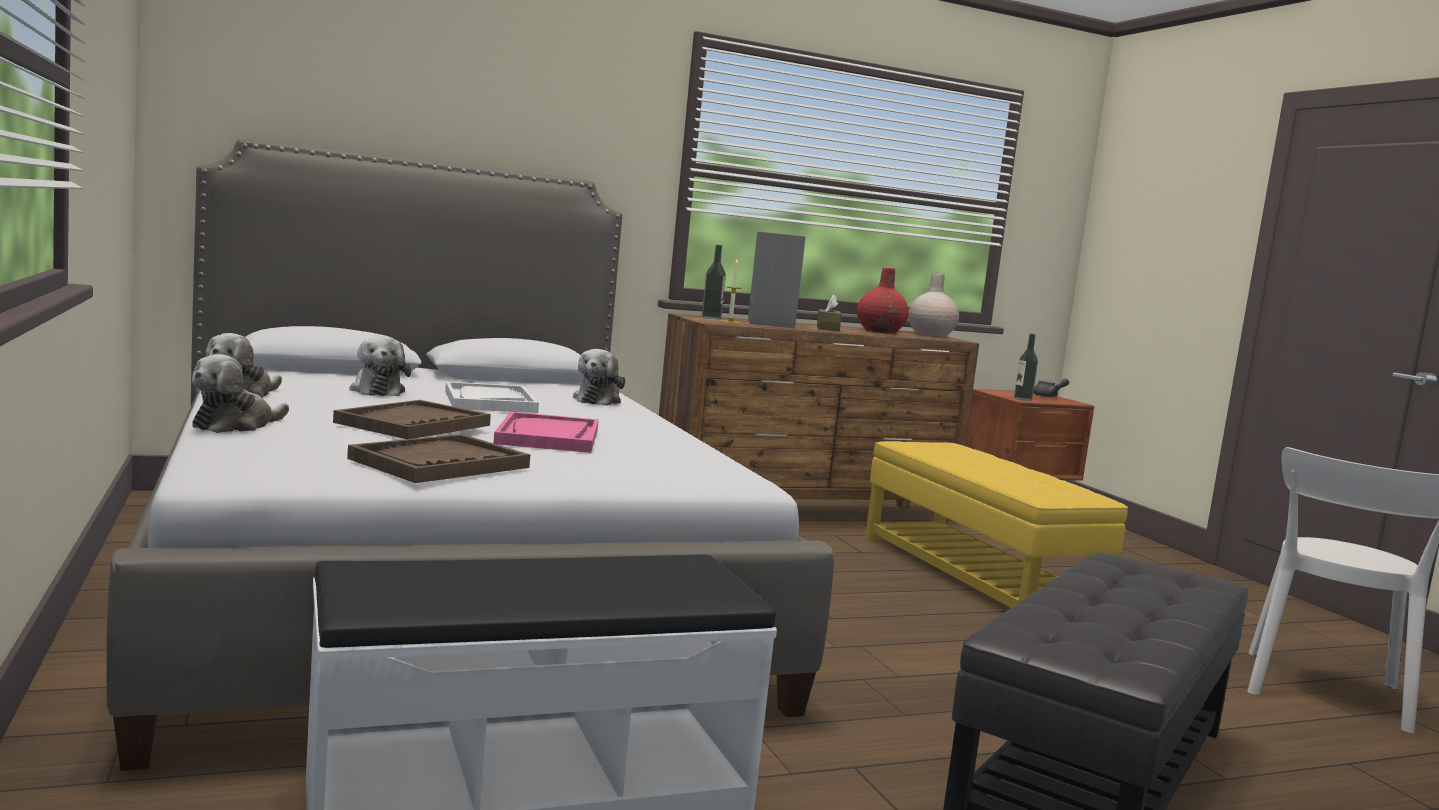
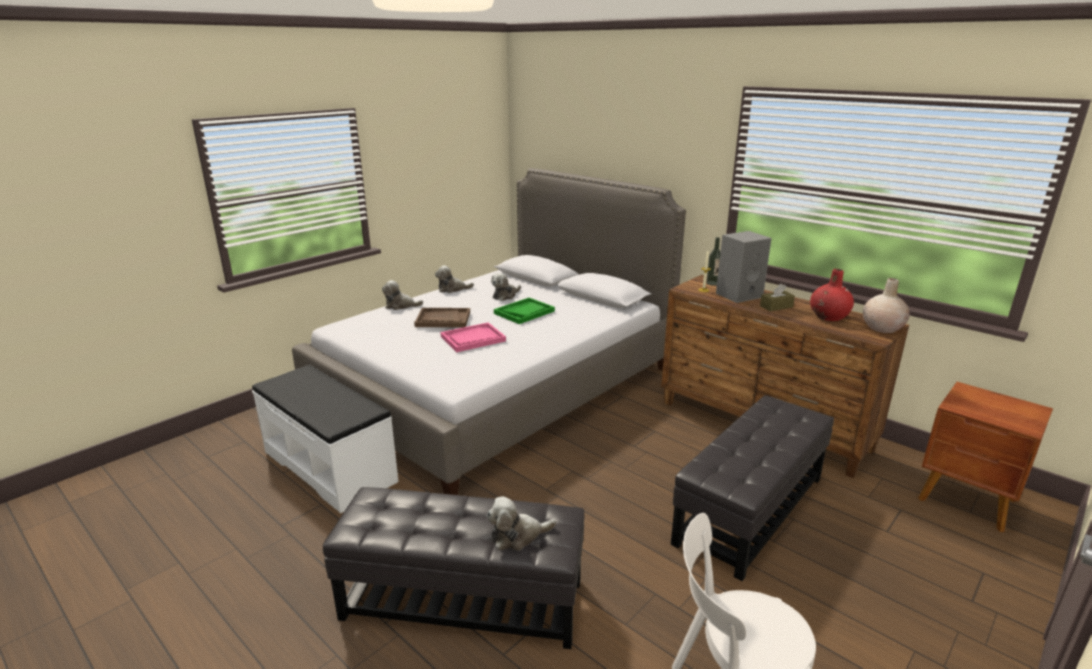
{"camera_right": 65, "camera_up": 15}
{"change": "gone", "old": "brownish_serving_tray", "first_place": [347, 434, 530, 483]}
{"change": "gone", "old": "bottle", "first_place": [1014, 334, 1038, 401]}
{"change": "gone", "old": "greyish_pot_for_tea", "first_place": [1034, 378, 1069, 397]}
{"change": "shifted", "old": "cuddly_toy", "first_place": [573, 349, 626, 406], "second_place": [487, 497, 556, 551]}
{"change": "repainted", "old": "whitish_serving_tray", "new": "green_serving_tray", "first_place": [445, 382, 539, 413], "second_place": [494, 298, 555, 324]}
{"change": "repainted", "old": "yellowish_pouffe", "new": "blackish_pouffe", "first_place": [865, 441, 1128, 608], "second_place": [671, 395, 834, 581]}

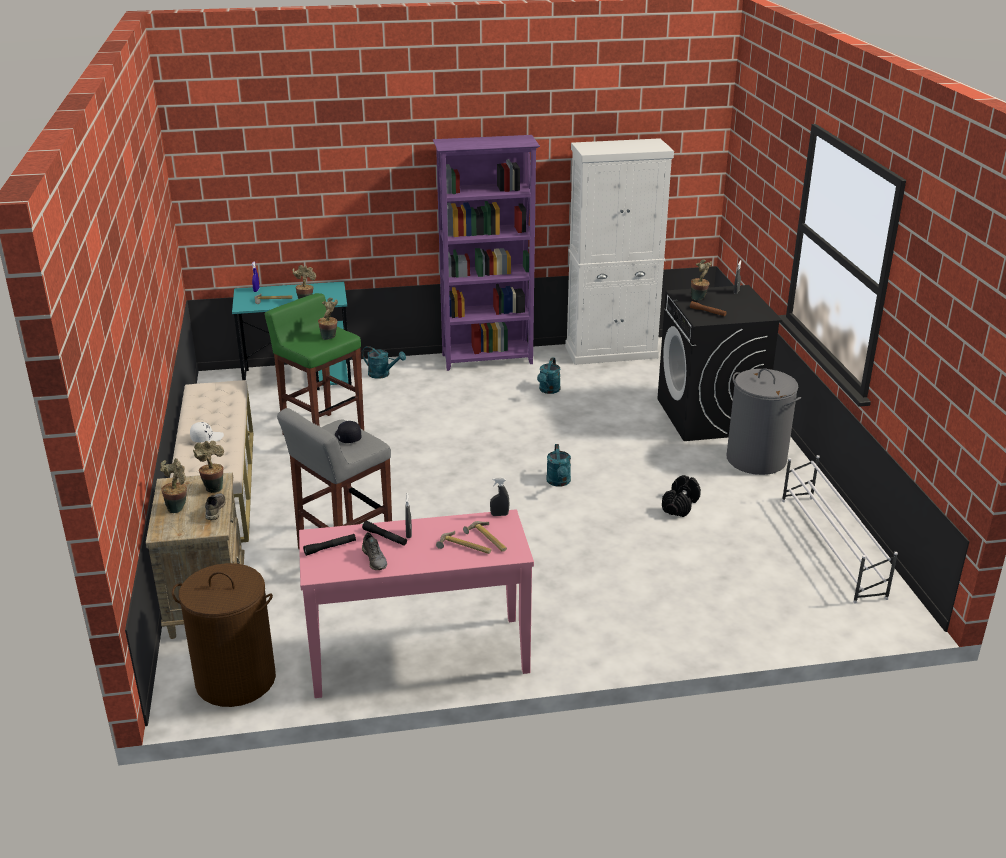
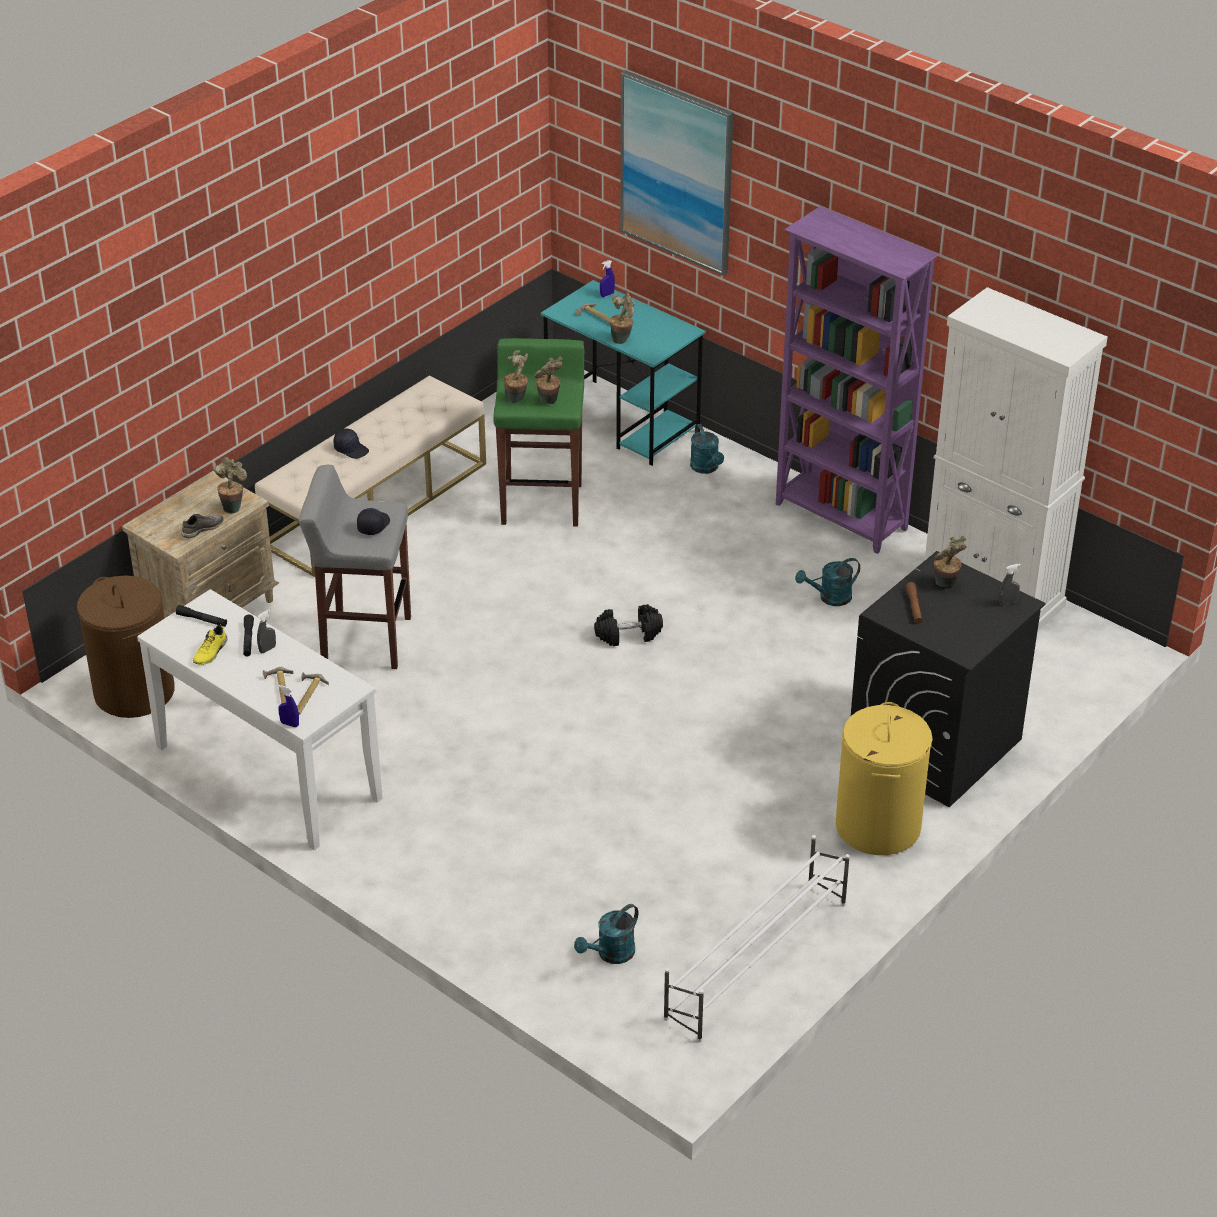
{"camera_right": 50, "camera_up": 10}
{"change": "gone", "old": "greyish_sprayer", "first_place": [490, 478, 509, 516]}
{"change": "new", "new": "blue_sprayer", "second_place": [278, 685, 299, 727]}
{"change": "new", "new": "picture", "second_place": [620, 70, 734, 276]}
{"change": "shifted", "old": "potted_plant", "first_place": [160, 458, 187, 513], "second_place": [503, 350, 528, 403]}
{"change": "shifted", "old": "blue-green_watering_pot", "first_place": [546, 444, 571, 487], "second_place": [574, 904, 639, 964]}
{"change": "shifted", "old": "blackish_free_weight", "first_place": [662, 475, 701, 517], "second_place": [594, 604, 663, 646]}
{"change": "repainted", "old": "whitish_baseball_cap", "new": "blackish_baseball_cap", "first_place": [190, 422, 224, 442], "second_place": [333, 429, 369, 459]}
{"change": "repainted", "old": "pink_console_table", "new": "whitish_console_table", "first_place": [299, 509, 534, 698], "second_place": [137, 589, 383, 850]}
{"change": "repainted", "old": "greyish_item_of_footwear", "new": "yellowish_item_of_footwear", "first_place": [362, 532, 387, 570], "second_place": [193, 625, 228, 665]}
{"change": "repainted", "old": "greyish_laundry_basket", "new": "yellowish_laundry_basket", "first_place": [727, 368, 801, 475], "second_place": [836, 702, 933, 855]}

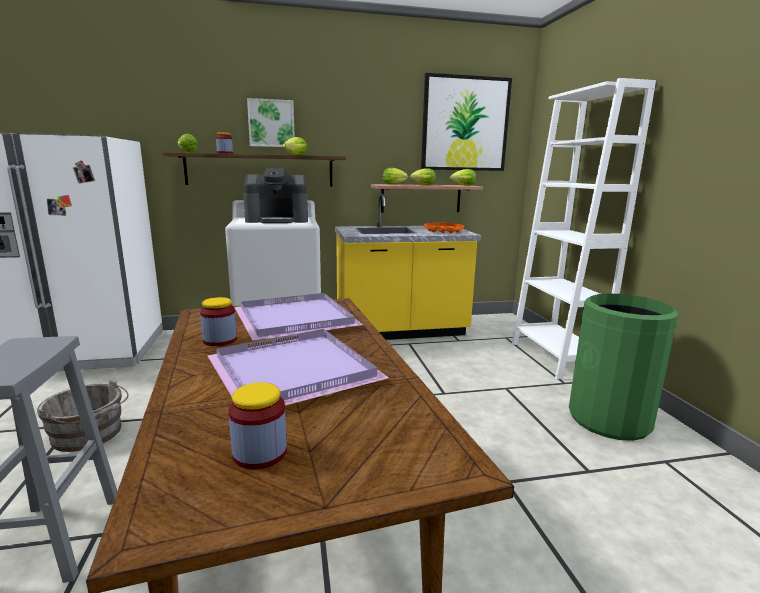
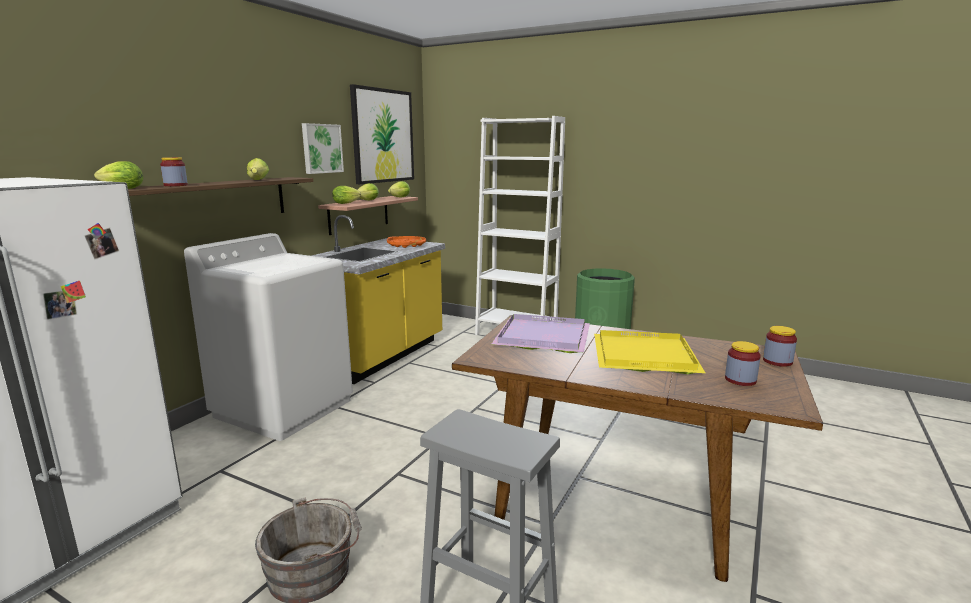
{"camera_right": -50, "camera_up": 0}
{"change": "gone", "old": "coffee_brewer", "first_place": [243, 168, 308, 223]}
{"change": "shifted", "old": "storage_jar", "first_place": [200, 297, 237, 346], "second_place": [763, 326, 797, 367]}
{"change": "shifted", "old": "picture", "first_place": [247, 98, 295, 147], "second_place": [302, 123, 344, 174]}
{"change": "repainted", "old": "purple_serving_tray", "new": "yellowish_serving_tray", "first_place": [208, 329, 389, 405], "second_place": [594, 330, 705, 374]}

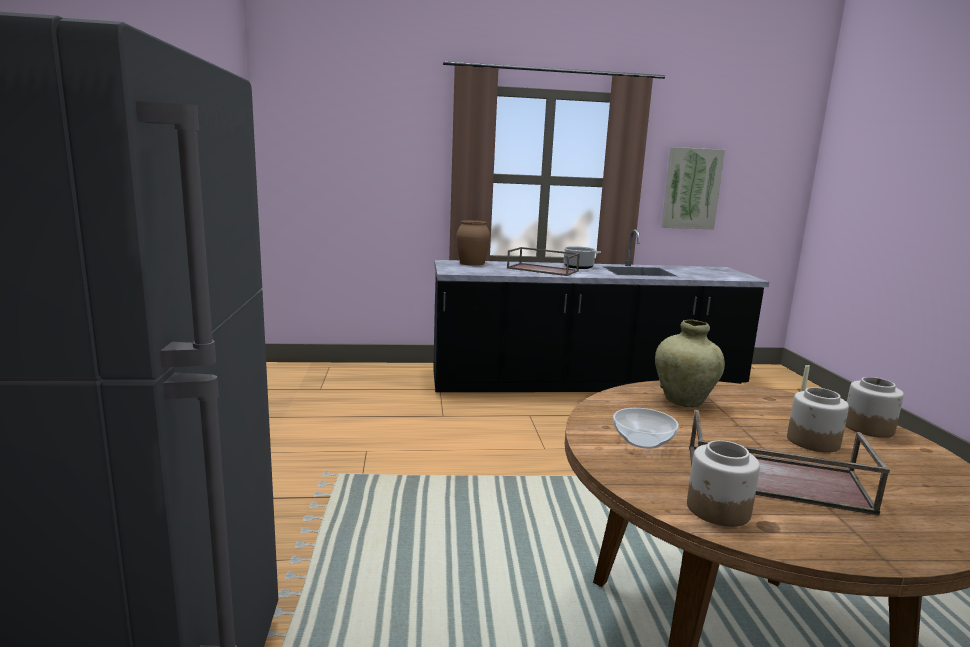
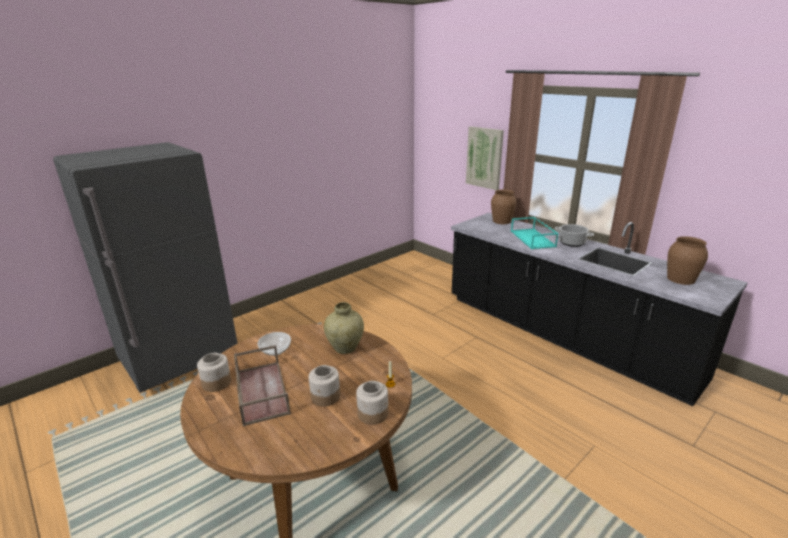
{"camera_right": 55, "camera_up": 10}
{"change": "new", "new": "brownish_flower_vase", "second_place": [667, 236, 708, 285]}
{"change": "shifted", "old": "picture", "first_place": [661, 147, 725, 229], "second_place": [466, 126, 504, 190]}
{"change": "repainted", "old": "brownish_serving_tray", "new": "blue-green_serving_tray", "first_place": [507, 247, 580, 276], "second_place": [511, 217, 559, 249]}

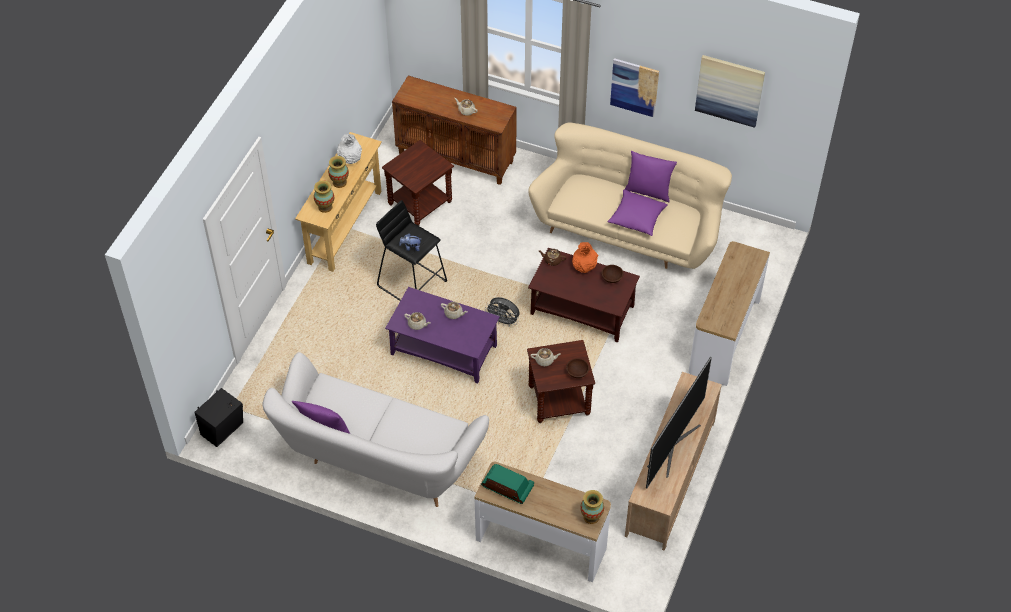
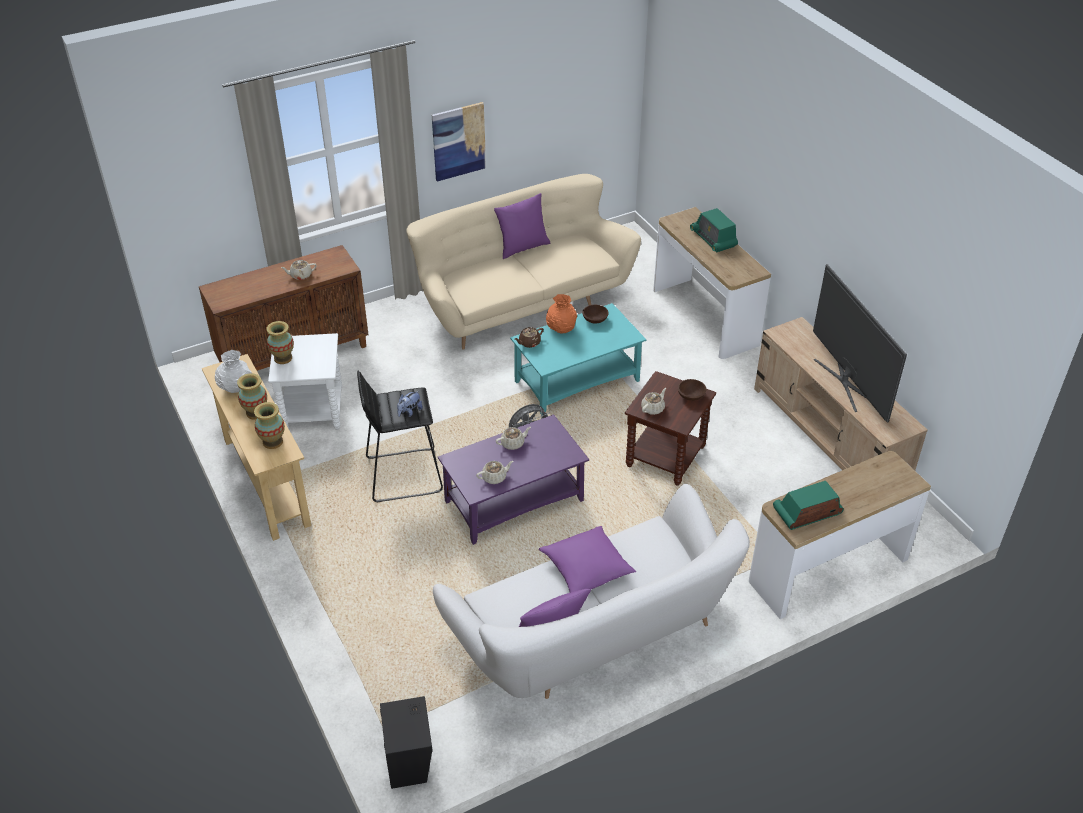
{"camera_right": -50, "camera_up": -10}
{"change": "gone", "old": "picture", "first_place": [695, 55, 765, 128]}
{"change": "new", "new": "radio_receiver", "second_place": [690, 208, 738, 252]}
{"change": "shifted", "old": "flower_vase", "first_place": [580, 490, 604, 524], "second_place": [266, 321, 294, 364]}
{"change": "shifted", "old": "purple_cushion", "first_place": [607, 190, 668, 236], "second_place": [539, 526, 636, 593]}
{"change": "repainted", "old": "brownish_end_table", "new": "whitish_end_table", "first_place": [382, 140, 454, 226], "second_place": [268, 333, 343, 430]}
{"change": "repainted", "old": "brownish_lounge_table", "new": "blue-green_lounge_table", "first_place": [528, 248, 640, 343], "second_place": [510, 303, 646, 414]}

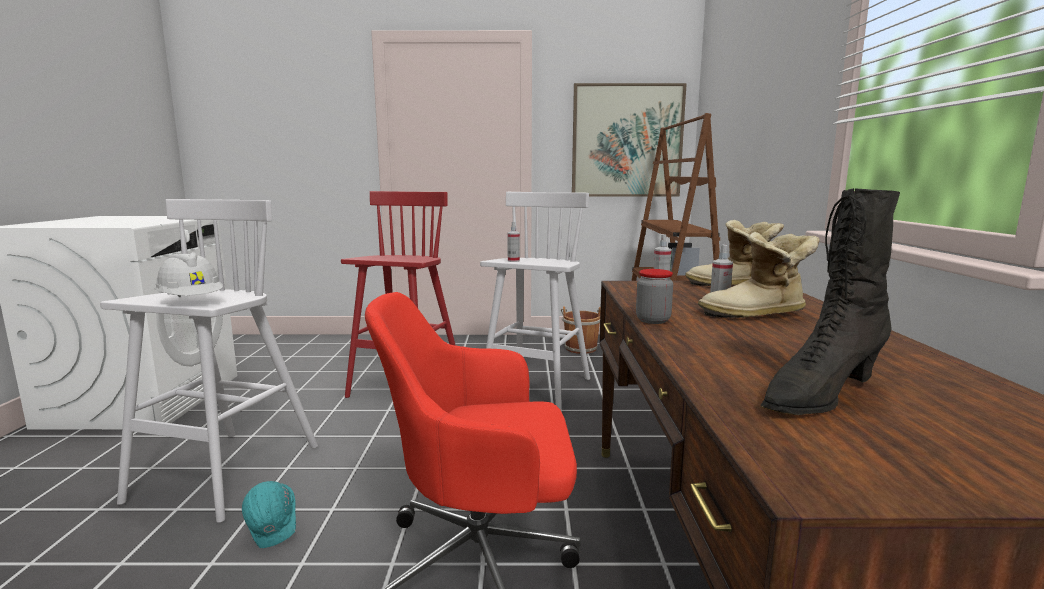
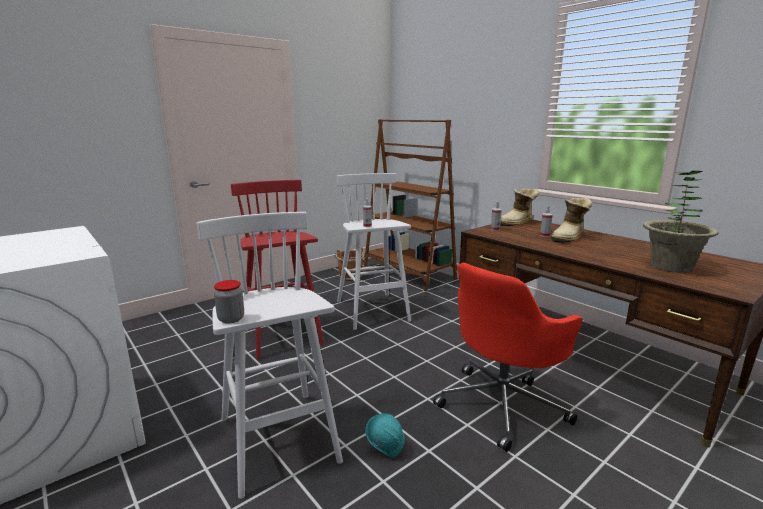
{"camera_right": -40, "camera_up": 5}
{"change": "gone", "old": "whitish_safety_helmet", "first_place": [155, 252, 223, 297]}
{"change": "gone", "old": "picture", "first_place": [572, 83, 687, 197]}
{"change": "shifted", "old": "storage_jar", "first_place": [636, 269, 673, 324], "second_place": [214, 280, 244, 324]}
{"change": "swapped", "old": "blackish_boot", "new": "potted_plant", "first_place": [760, 188, 900, 415], "second_place": [643, 171, 719, 273]}

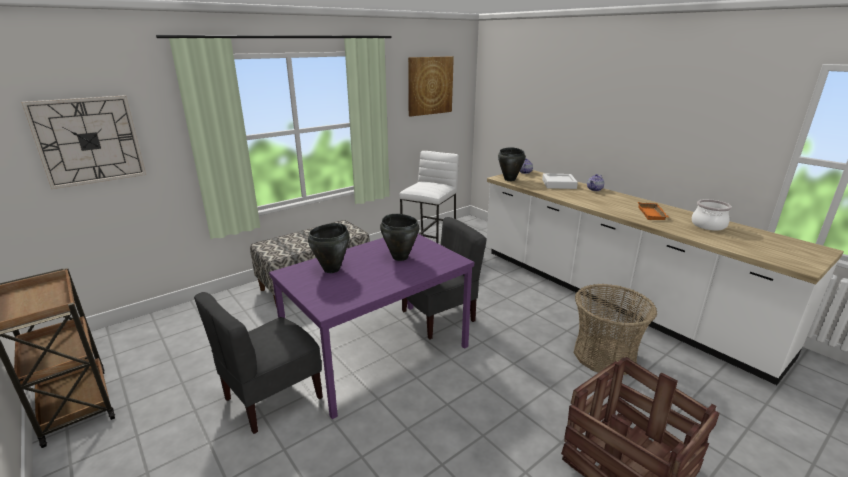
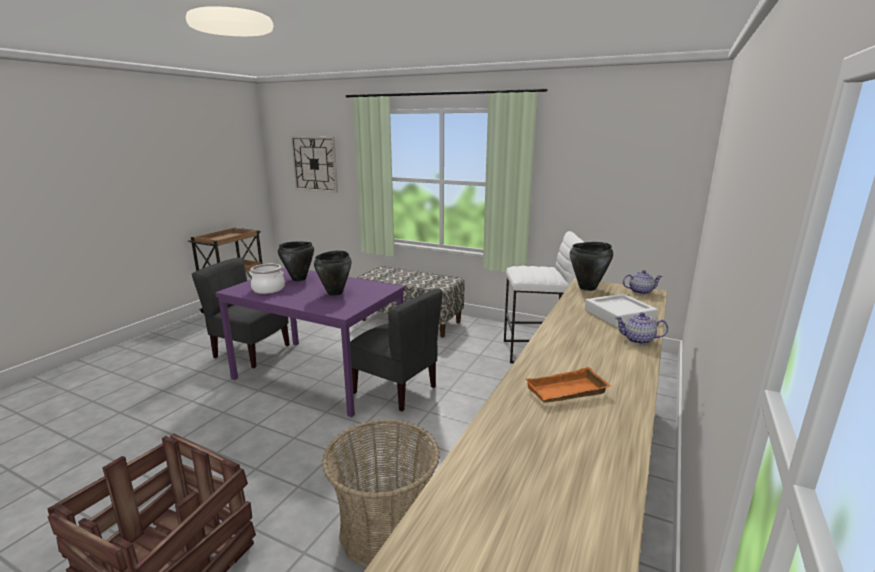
{"camera_right": 65, "camera_up": -5}
{"change": "gone", "old": "picture", "first_place": [408, 56, 454, 117]}
{"change": "shifted", "old": "cooking_pot", "first_place": [692, 199, 732, 231], "second_place": [250, 264, 285, 294]}

